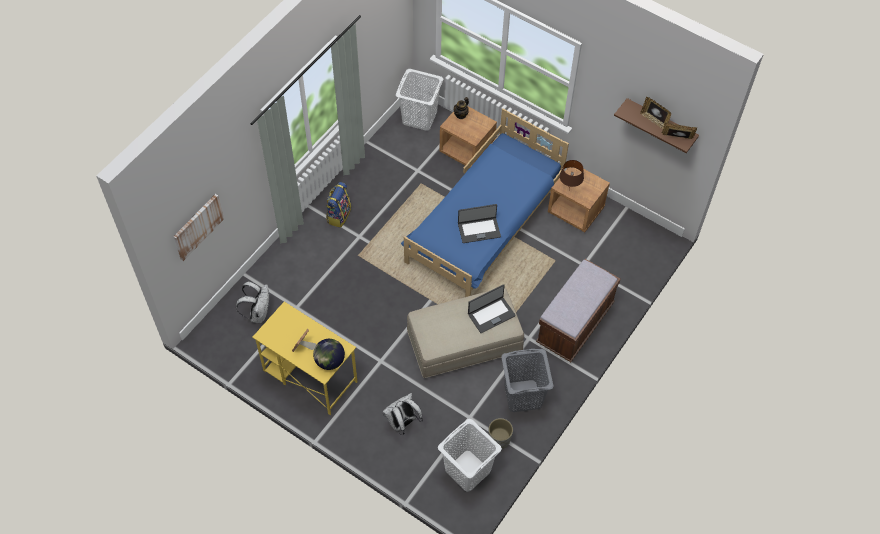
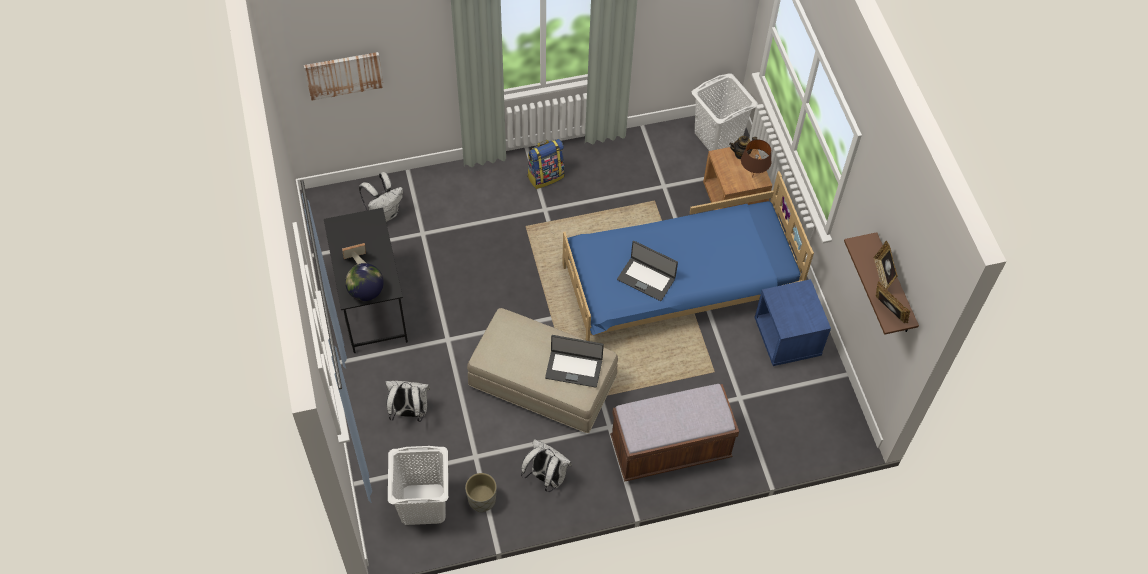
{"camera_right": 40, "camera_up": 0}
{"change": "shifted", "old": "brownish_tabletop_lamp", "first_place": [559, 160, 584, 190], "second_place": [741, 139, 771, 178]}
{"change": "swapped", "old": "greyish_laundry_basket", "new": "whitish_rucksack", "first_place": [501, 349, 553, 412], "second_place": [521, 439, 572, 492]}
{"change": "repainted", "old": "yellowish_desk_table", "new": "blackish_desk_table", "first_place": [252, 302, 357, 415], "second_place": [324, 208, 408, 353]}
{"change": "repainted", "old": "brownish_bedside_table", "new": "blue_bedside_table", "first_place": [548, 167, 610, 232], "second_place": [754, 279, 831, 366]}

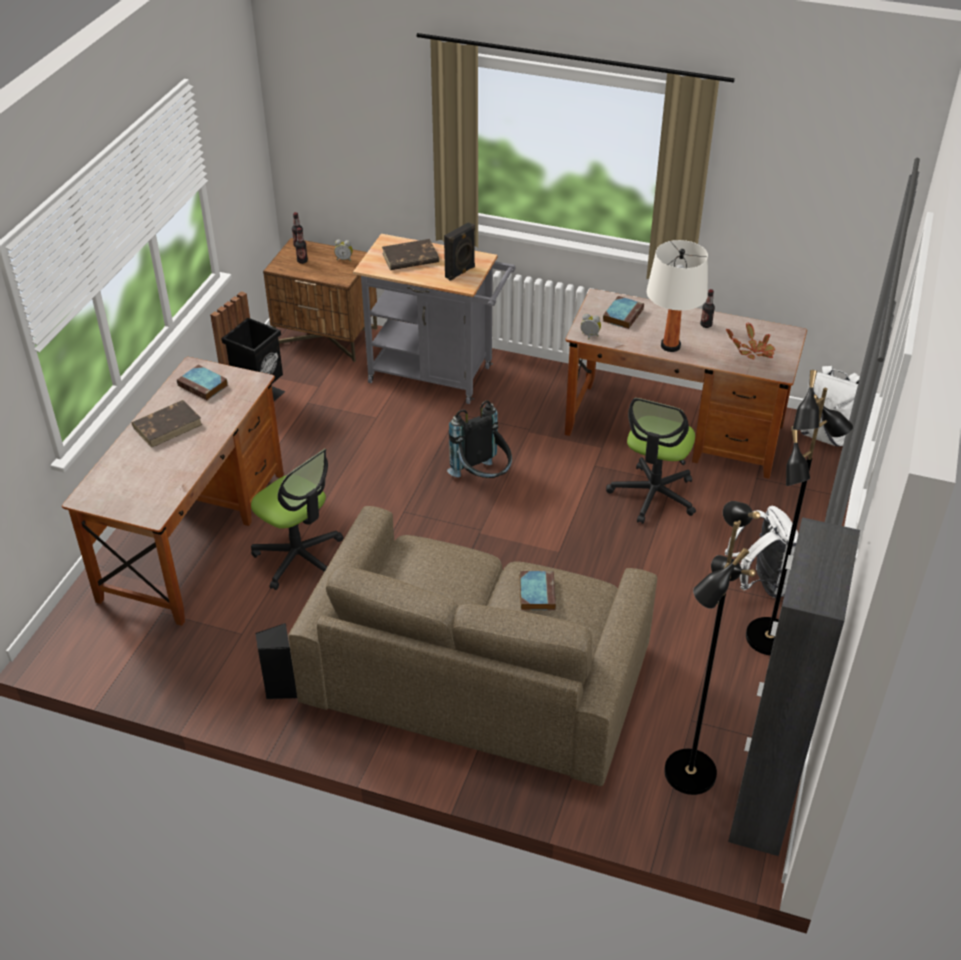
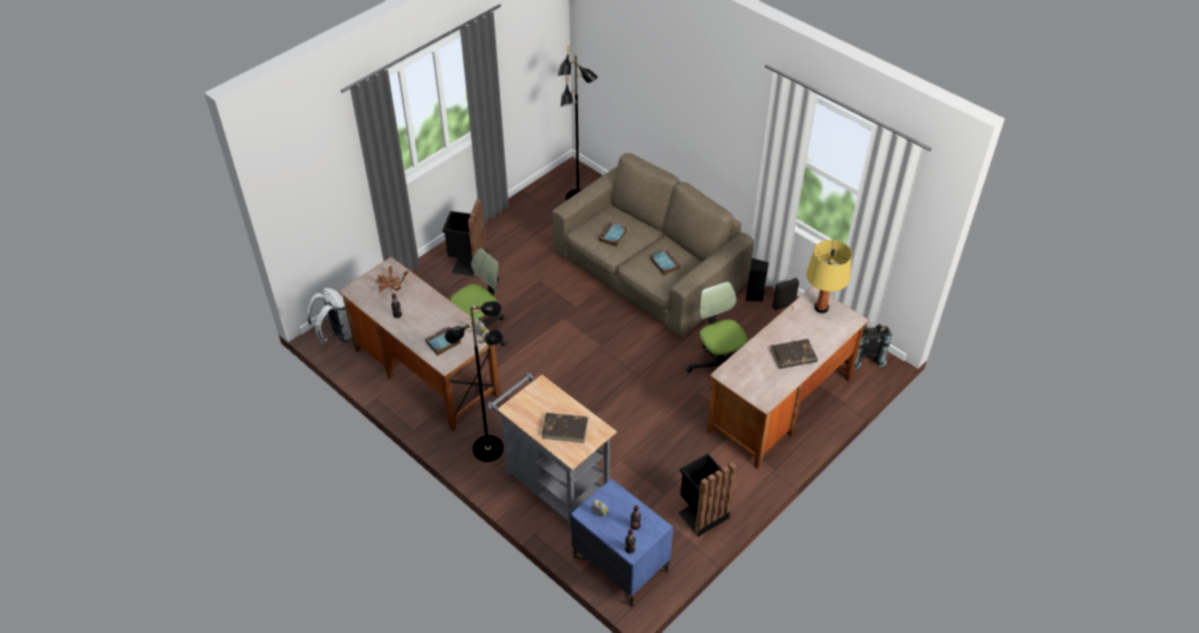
{"camera_right": -155, "camera_up": 5}
{"change": "gone", "old": "whitish_tabletop_lamp", "first_place": [647, 240, 708, 352]}
{"change": "gone", "old": "blackish_storage_cabinet", "first_place": [728, 517, 860, 856]}
{"change": "new", "new": "yellowish_tabletop_lamp", "second_place": [806, 240, 852, 313]}
{"change": "shifted", "old": "book", "first_place": [177, 365, 228, 400], "second_place": [651, 250, 681, 275]}
{"change": "shifted", "old": "blackish_speaker", "first_place": [444, 222, 475, 281], "second_place": [772, 278, 799, 310]}
{"change": "shifted", "old": "blackish_rucksack", "first_place": [447, 400, 512, 478], "second_place": [854, 324, 892, 369]}
{"change": "shifted", "old": "blackish_standing_lamp", "first_place": [746, 370, 854, 655], "second_place": [445, 301, 504, 462]}
{"change": "swapped", "old": "whitish_rucksack", "new": "blackish_trash_can", "first_place": [725, 506, 798, 598], "second_place": [442, 199, 487, 277]}
{"change": "repainted", "old": "brownish_bedside_table", "new": "blue_bedside_table", "first_place": [263, 238, 377, 362], "second_place": [570, 478, 673, 607]}

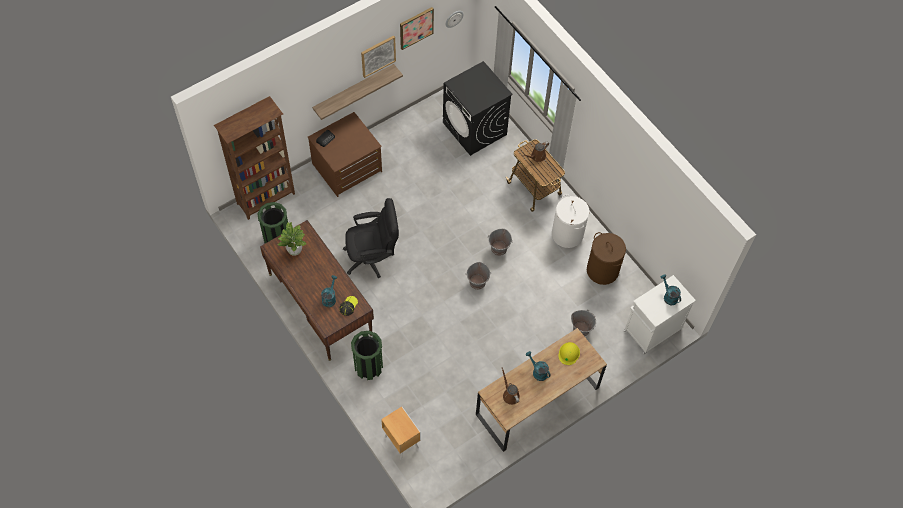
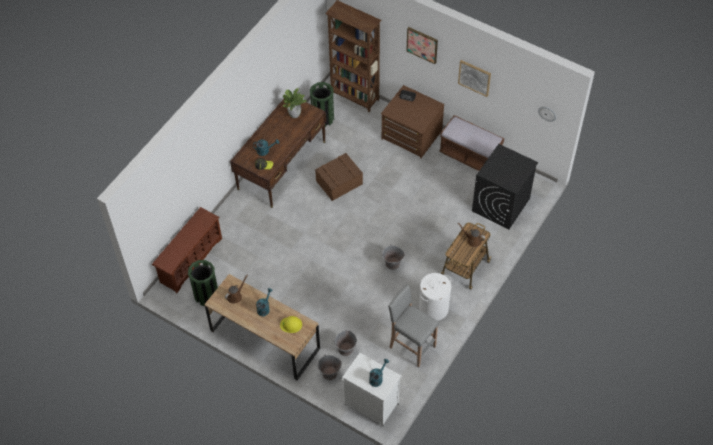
{"camera_right": 70, "camera_up": -5}
{"change": "gone", "old": "shelf", "first_place": [312, 64, 403, 120]}
{"change": "new", "new": "brownish_indoor_bench", "second_place": [439, 115, 504, 171]}
{"change": "shifted", "old": "green_trash_can", "first_place": [351, 331, 383, 380], "second_place": [188, 260, 218, 306]}
{"change": "shifted", "old": "picture", "first_place": [400, 7, 434, 50], "second_place": [406, 27, 438, 64]}
{"change": "shifted", "old": "greyish_pail", "first_place": [465, 262, 492, 290], "second_place": [317, 354, 342, 380]}
{"change": "swapped", "old": "blackish_computer_chair", "new": "brownish_storage_box", "first_place": [343, 198, 399, 278], "second_place": [315, 153, 363, 201]}
{"change": "swapped", "old": "brownish_bedside_table", "new": "brownish_shoe_rack", "first_place": [381, 407, 421, 460], "second_place": [152, 207, 222, 293]}
{"change": "swapped", "old": "brownish_laundry_basket", "new": "greyish_sitting_stool", "first_place": [587, 232, 626, 285], "second_place": [388, 284, 439, 368]}

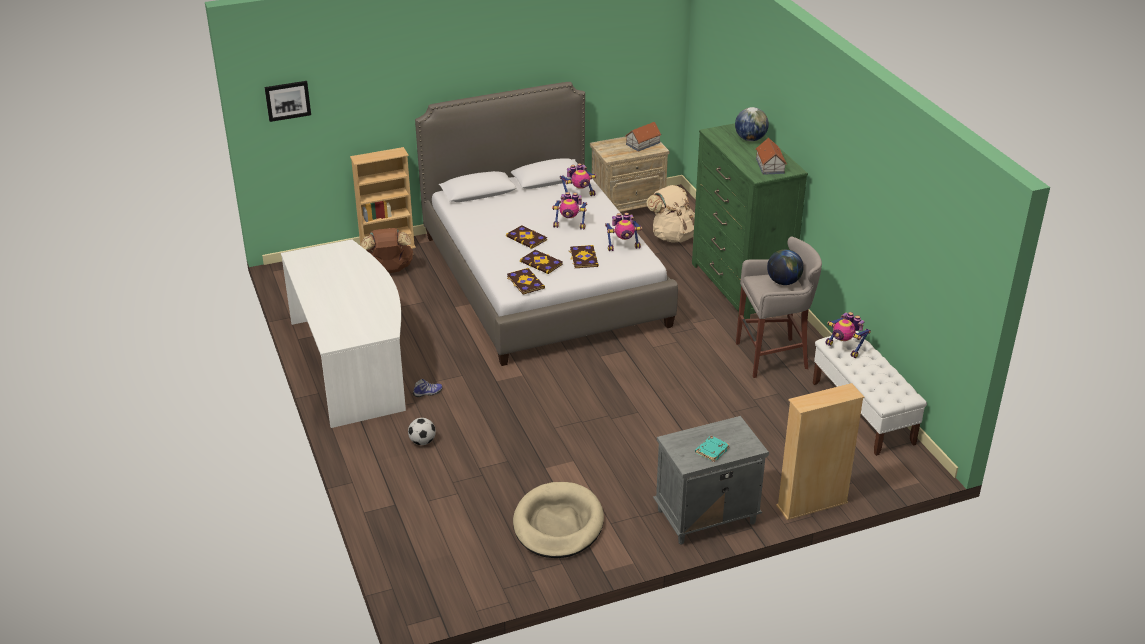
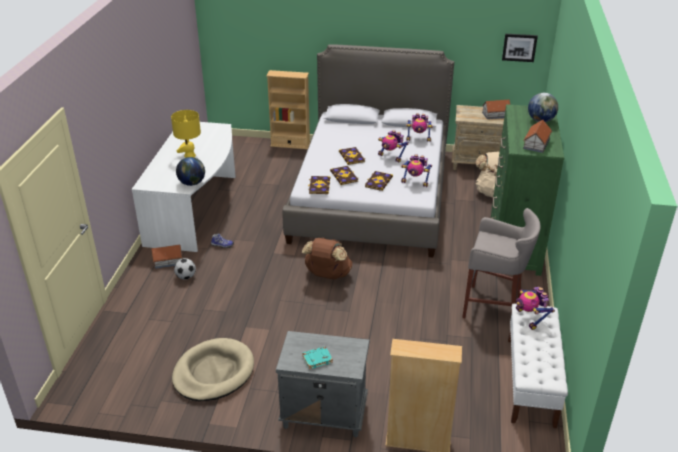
{"camera_right": 30, "camera_up": 0}
{"change": "new", "new": "miniature_house", "second_place": [151, 245, 183, 269]}
{"change": "new", "new": "yellowish_tabletop_lamp", "second_place": [171, 110, 201, 158]}
{"change": "shifted", "old": "picture", "first_place": [264, 81, 311, 122], "second_place": [502, 34, 538, 62]}
{"change": "shifted", "old": "brownish_rucksack", "first_place": [361, 228, 414, 273], "second_place": [302, 238, 352, 280]}
{"change": "shifted", "old": "globe", "first_place": [767, 249, 804, 285], "second_place": [176, 157, 205, 186]}

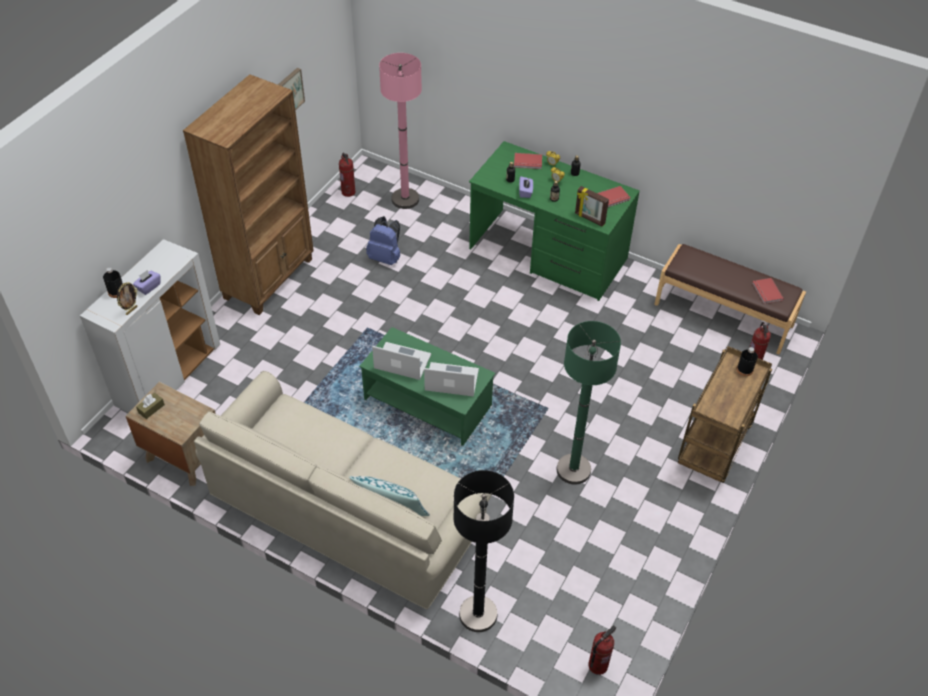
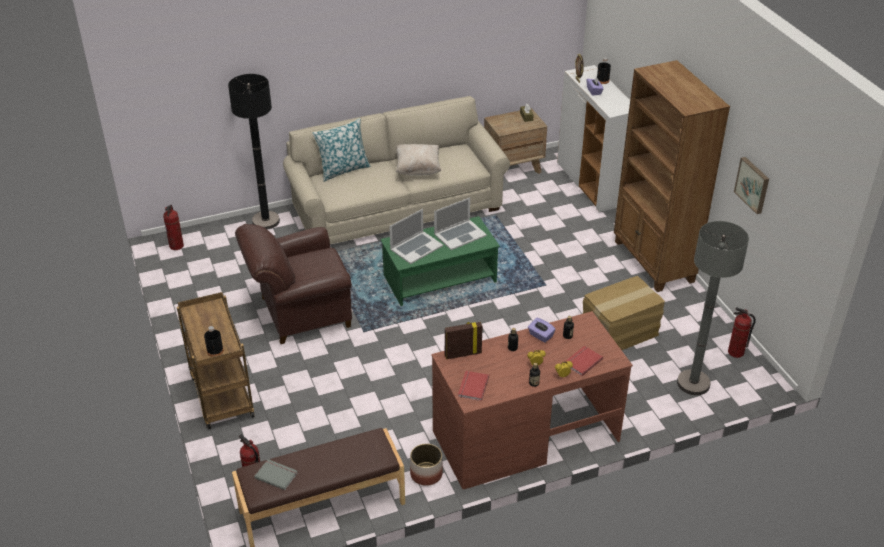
{"camera_right": 130, "camera_up": -10}
{"change": "new", "new": "beige-coloured_cushion", "second_place": [396, 144, 441, 176]}
{"change": "new", "new": "planter", "second_place": [410, 444, 443, 486]}
{"change": "swapped", "old": "blue_rucksack", "new": "packing_box", "first_place": [366, 216, 400, 265], "second_place": [583, 276, 665, 350]}
{"change": "swapped", "old": "green_standing_lamp", "new": "brownish_easy_chair", "first_place": [557, 321, 621, 485], "second_place": [235, 224, 352, 344]}
{"change": "repainted", "old": "pink_standing_lamp", "new": "greyish_standing_lamp", "first_place": [379, 53, 422, 209], "second_place": [677, 221, 749, 395]}
{"change": "repainted", "old": "green_desk_table", "new": "brownish_desk_table", "first_place": [469, 141, 640, 301], "second_place": [431, 311, 633, 489]}
{"change": "repainted", "old": "red_book", "new": "greyish_book", "first_place": [752, 278, 784, 304], "second_place": [255, 459, 298, 490]}

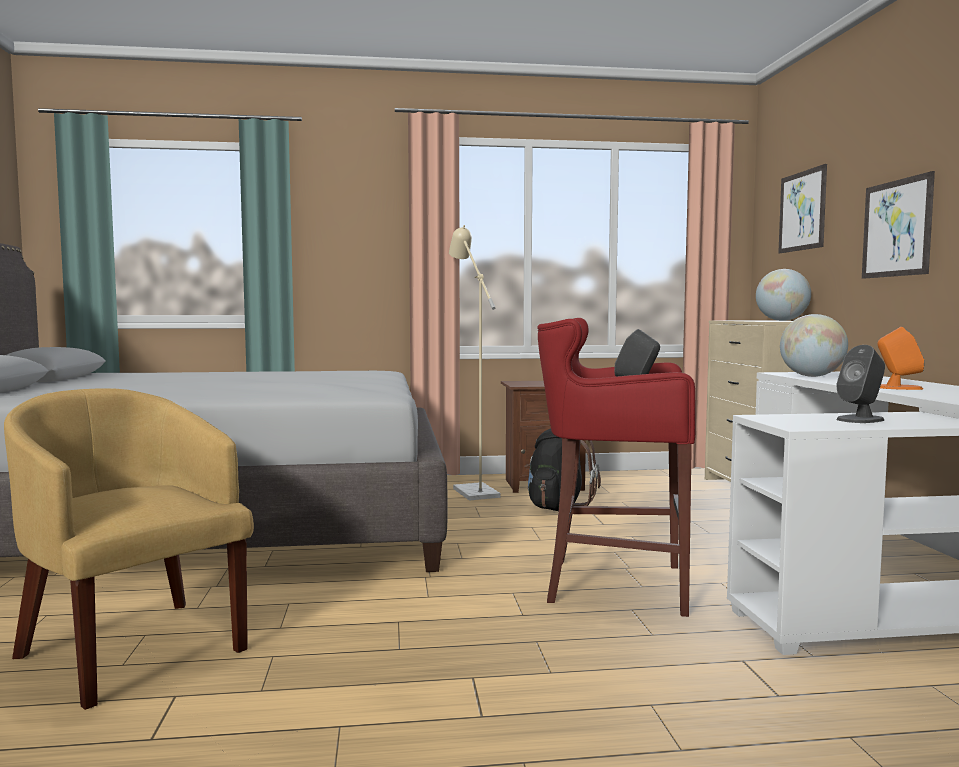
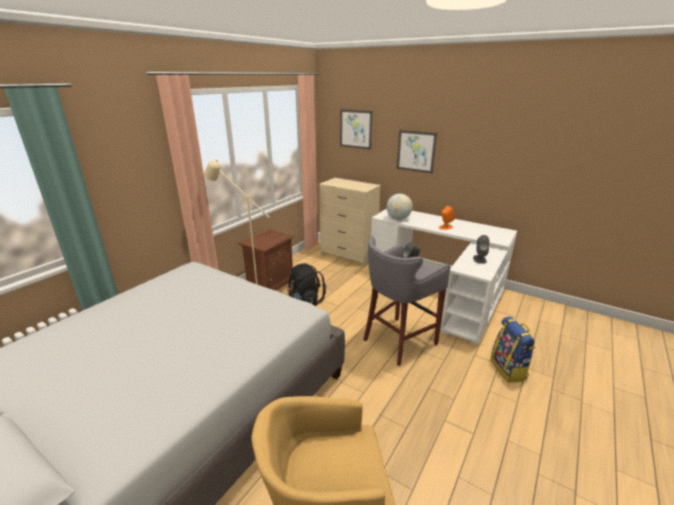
{"camera_right": -50, "camera_up": 20}
{"change": "gone", "old": "globe", "first_place": [756, 269, 811, 321]}
{"change": "new", "new": "rucksack", "second_place": [490, 316, 535, 383]}
{"change": "repainted", "old": "red_sitting_stool", "new": "greyish_sitting_stool", "first_place": [537, 318, 695, 617], "second_place": [363, 236, 450, 366]}

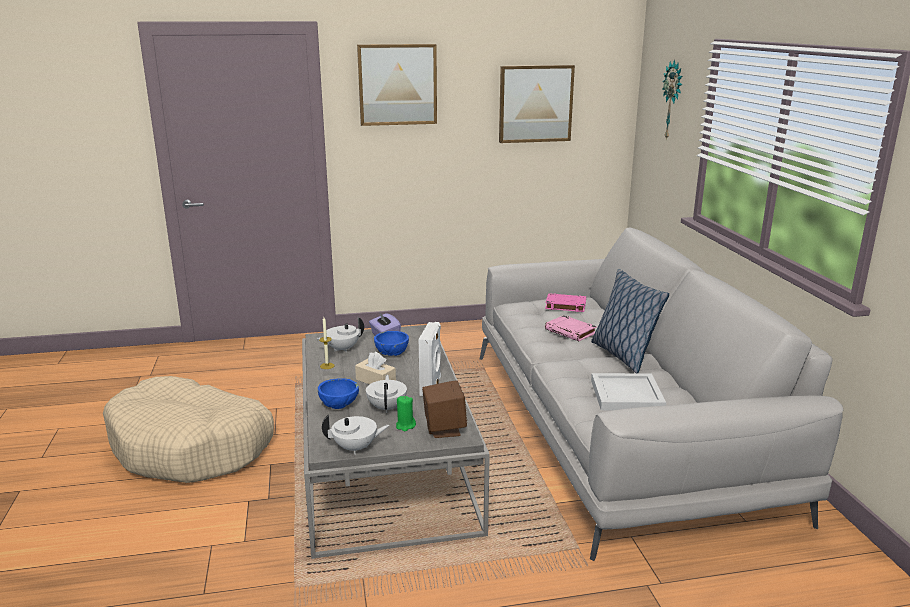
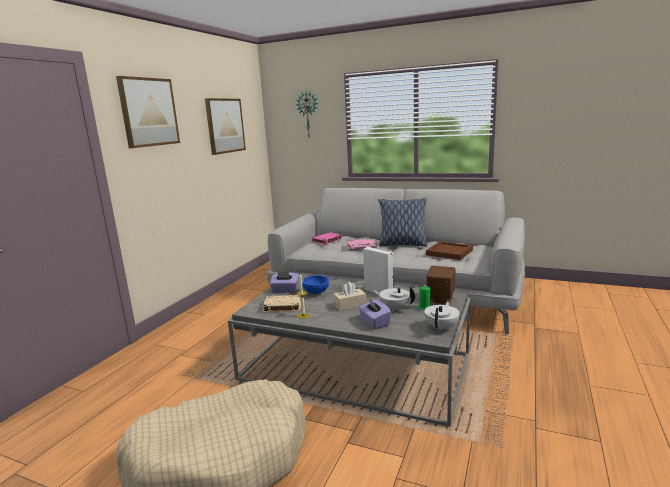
{"camera_right": -55, "camera_up": -5}
{"change": "swapped", "old": "whitish_pot_for_tea", "new": "beige-coloured_book", "first_place": [316, 317, 364, 352], "second_place": [262, 295, 301, 313]}
{"change": "swapped", "old": "blue_serving_bowl", "new": "purple_box_of_tissues", "first_place": [318, 378, 359, 409], "second_place": [359, 299, 392, 329]}
{"change": "repainted", "old": "whitish_serving_tray", "new": "brownish_serving_tray", "first_place": [591, 373, 666, 410], "second_place": [426, 241, 473, 260]}

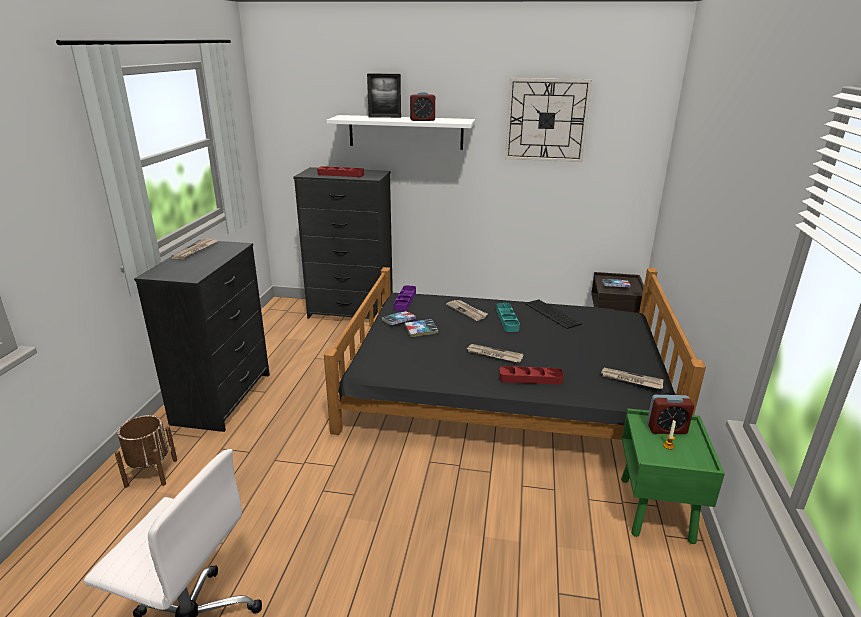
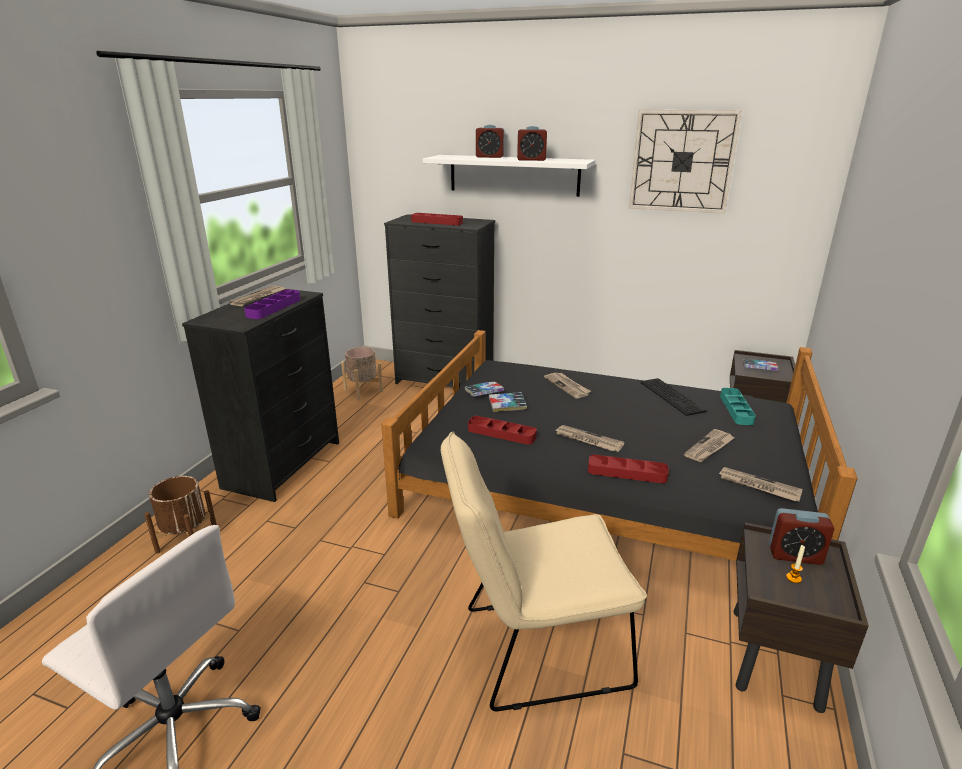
{"camera_right": 10, "camera_up": 0}
{"change": "new", "new": "beige-coloured_planter", "second_place": [341, 347, 383, 400]}
{"change": "new", "new": "beige-coloured_chair", "second_place": [441, 432, 647, 711]}
{"change": "new", "new": "red_serving_tray", "second_place": [468, 416, 537, 445]}
{"change": "new", "new": "newspaper", "second_place": [684, 429, 734, 462]}
{"change": "shifted", "old": "purple_serving_tray", "first_place": [394, 285, 416, 311], "second_place": [244, 289, 300, 319]}
{"change": "shifted", "old": "blue-green_serving_tray", "first_place": [496, 303, 520, 332], "second_place": [720, 388, 756, 425]}
{"change": "swapped", "old": "standing_frame", "new": "bedside_clock", "first_place": [367, 74, 401, 118], "second_place": [476, 125, 505, 158]}
{"change": "repainted", "old": "green_bedside_table", "new": "brownish_bedside_table", "first_place": [621, 408, 725, 544], "second_place": [734, 522, 869, 713]}

